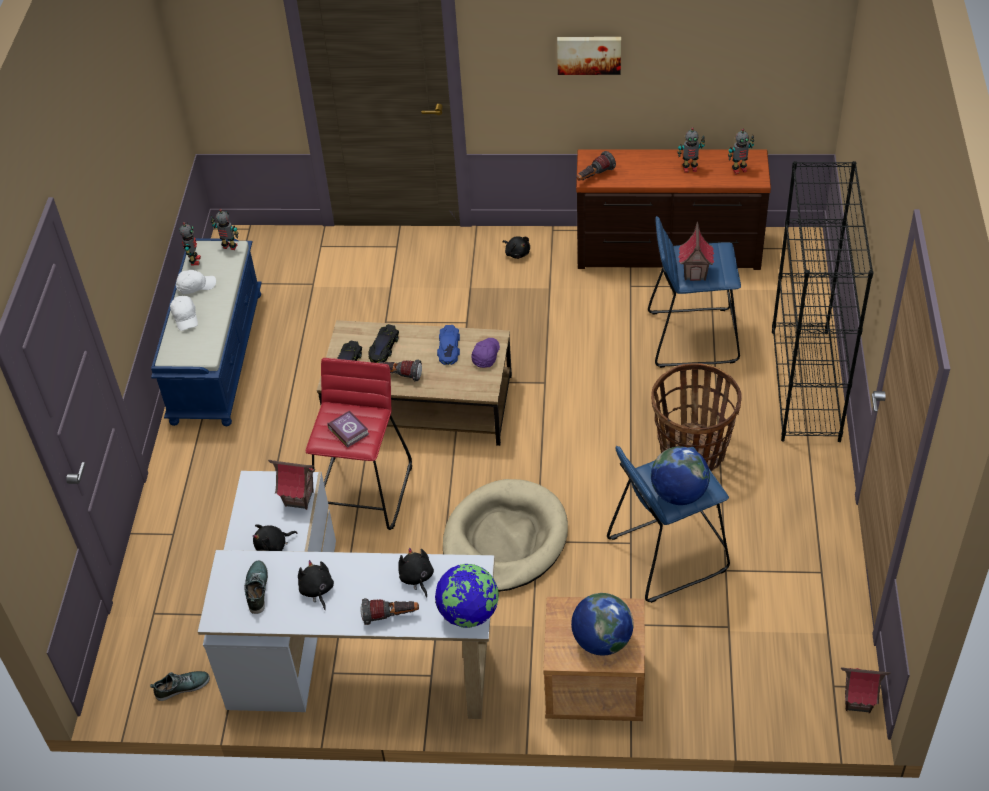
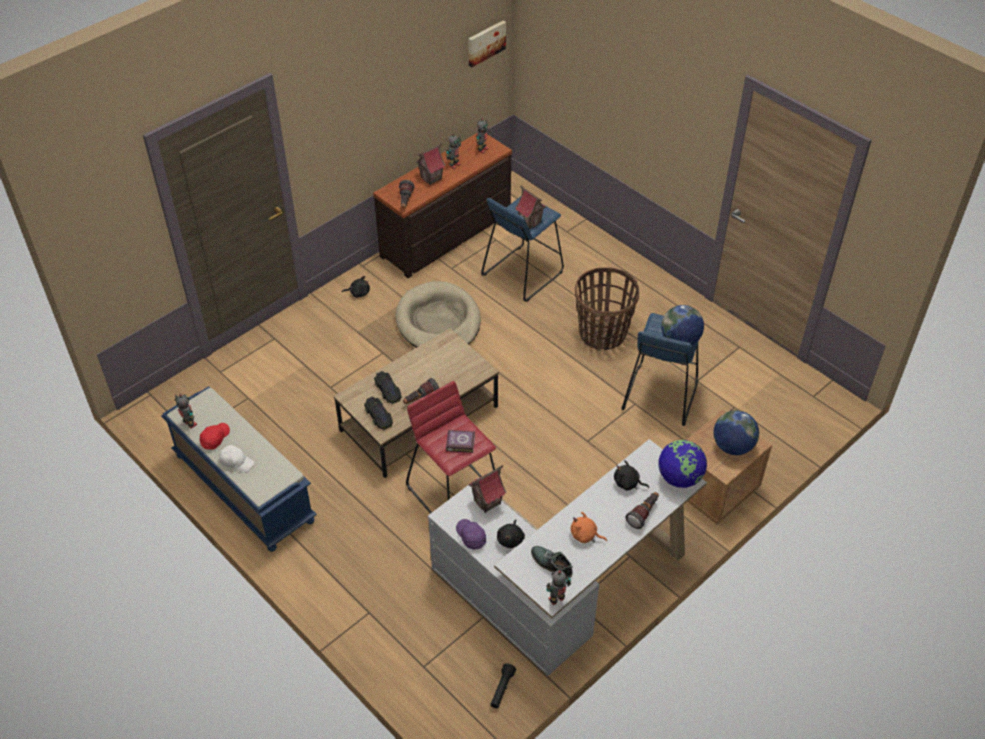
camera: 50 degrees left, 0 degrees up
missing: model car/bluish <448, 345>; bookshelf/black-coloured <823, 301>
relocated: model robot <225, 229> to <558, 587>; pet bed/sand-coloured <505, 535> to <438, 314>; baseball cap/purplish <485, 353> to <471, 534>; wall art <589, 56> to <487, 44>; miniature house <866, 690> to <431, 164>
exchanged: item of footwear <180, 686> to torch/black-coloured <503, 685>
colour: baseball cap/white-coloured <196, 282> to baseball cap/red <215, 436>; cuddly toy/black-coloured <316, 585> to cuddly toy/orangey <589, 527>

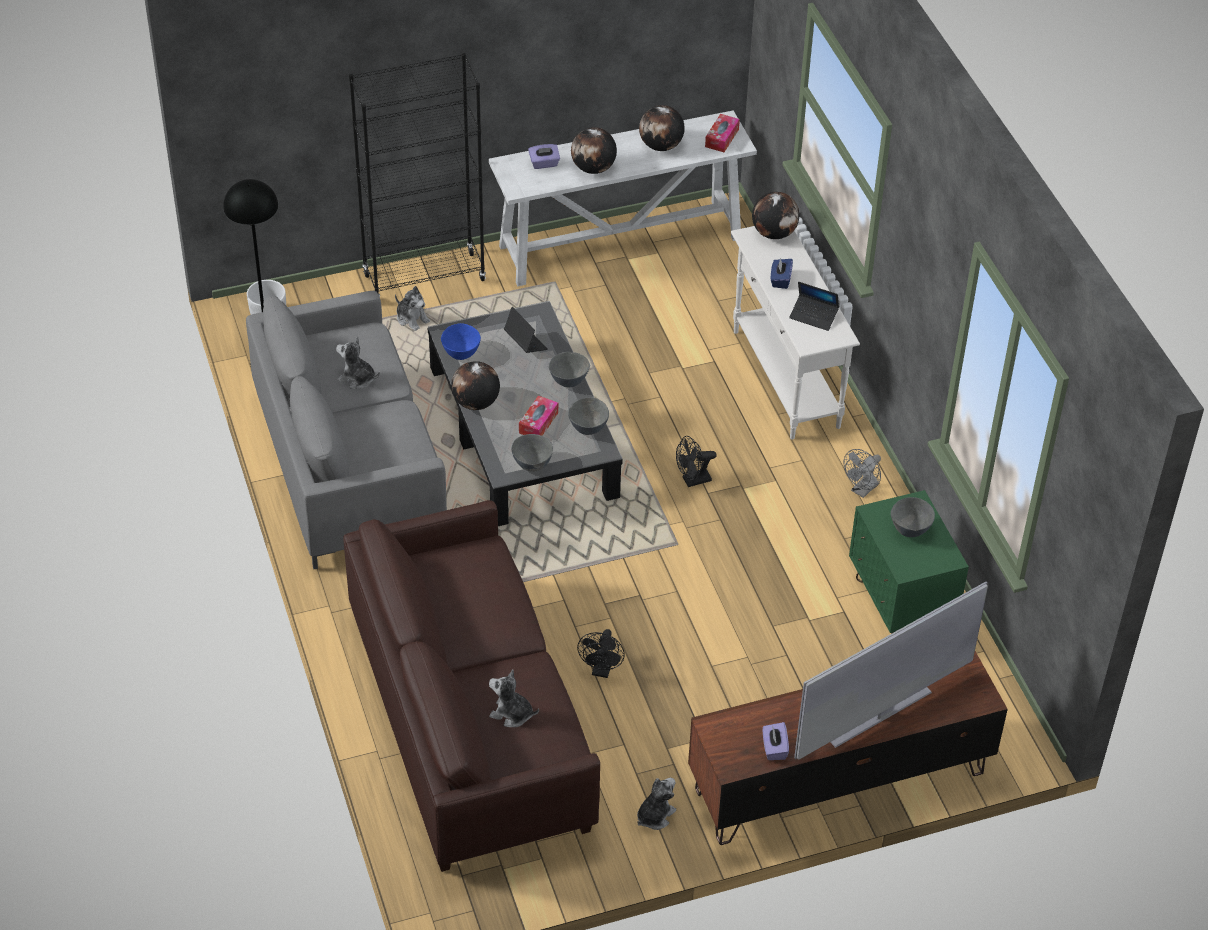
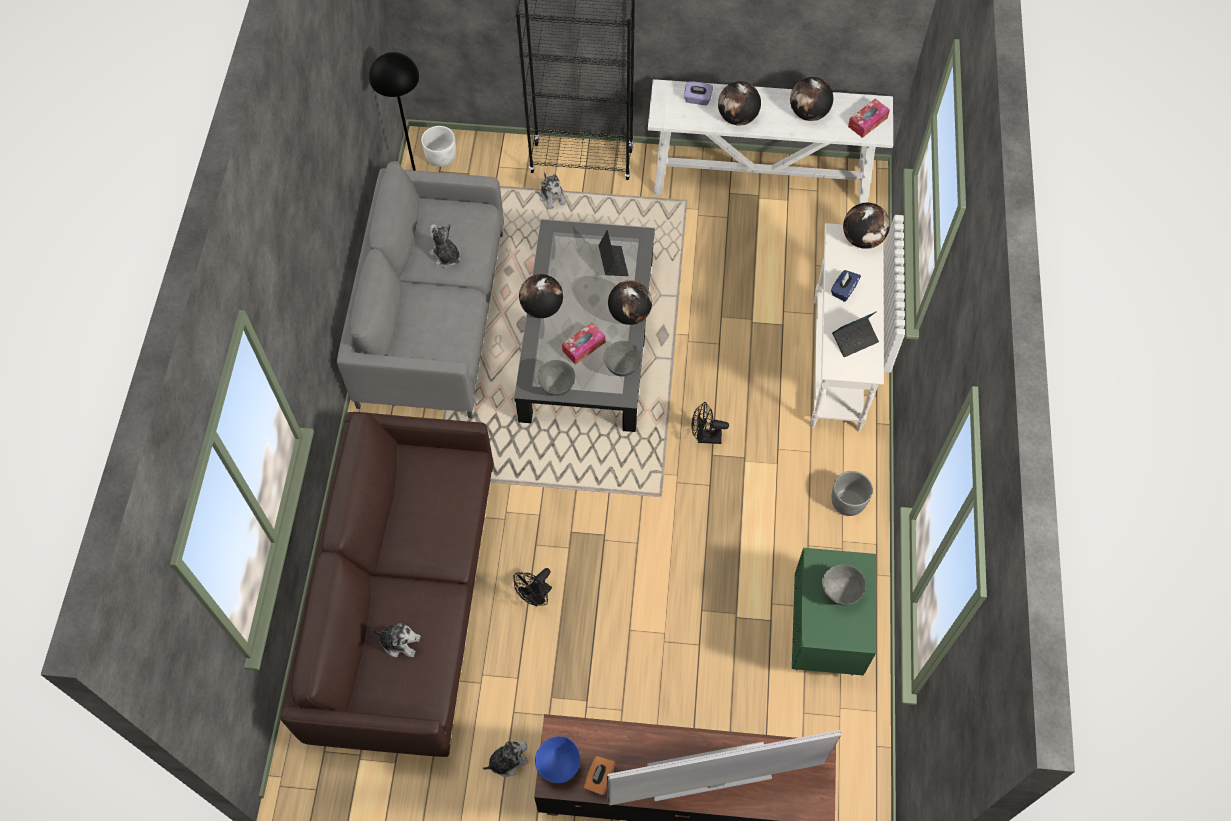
camera: 25 degrees right, 15 degrees up
relocated: serving bowl/bluish <461, 341> to <557, 759>
exchanged: serving bowl/gray <569, 369> to globe <630, 302>; cooling fan/gray <862, 473> to flower pot/gray <852, 493>
colour: tissue holder/purplish <776, 741> to tissue holder/orangey <600, 775>
spun: cuddly toy <514, 698> = <396, 640> 150 degrees clockwise; notebook computer <814, 306> = <855, 334> 75 degrees counterclockwise

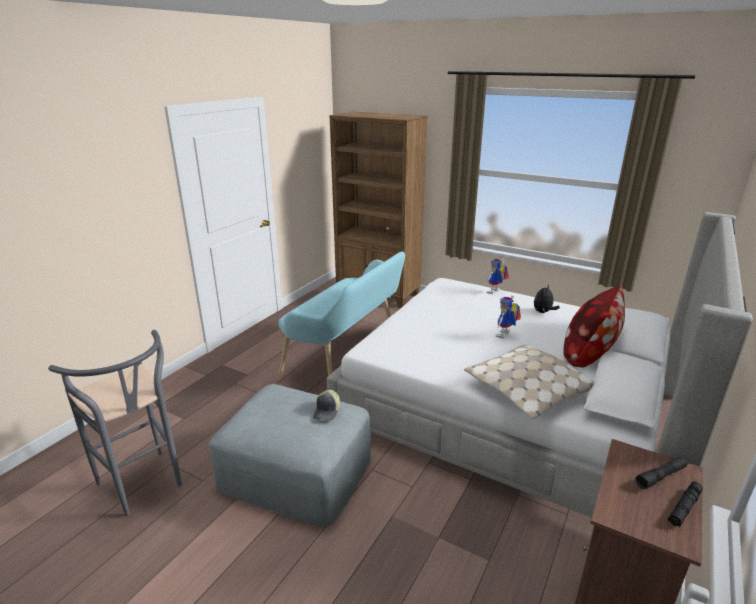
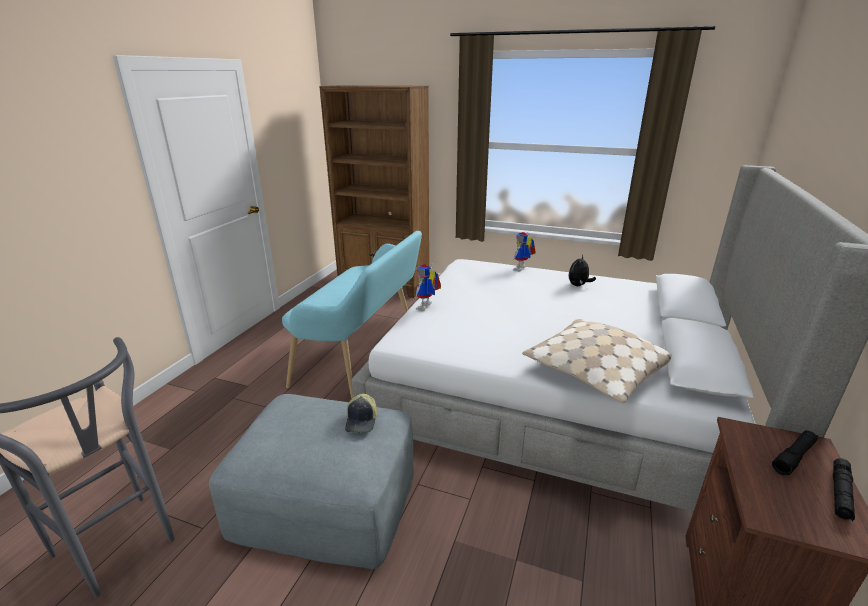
camera: 10 degrees left, 0 degrees up
missing: pillow <594, 327>
relocated: model robot <508, 317> to <427, 287>

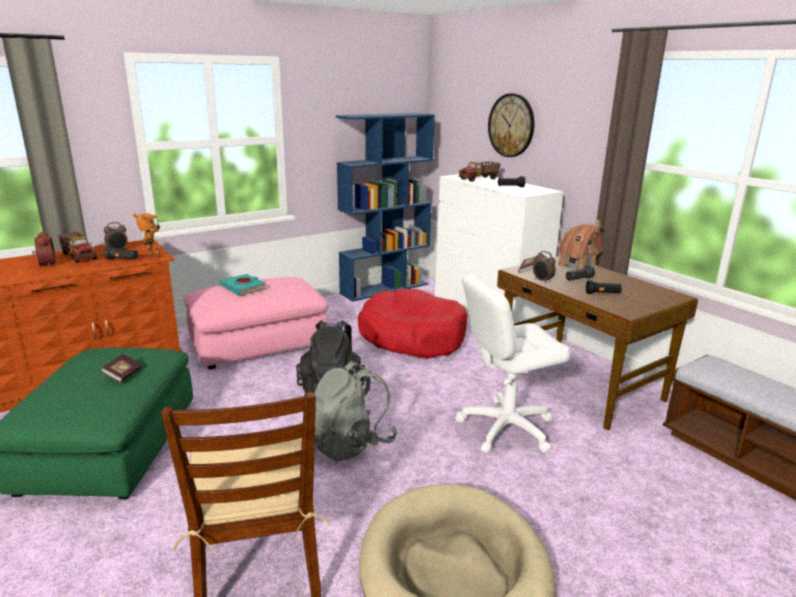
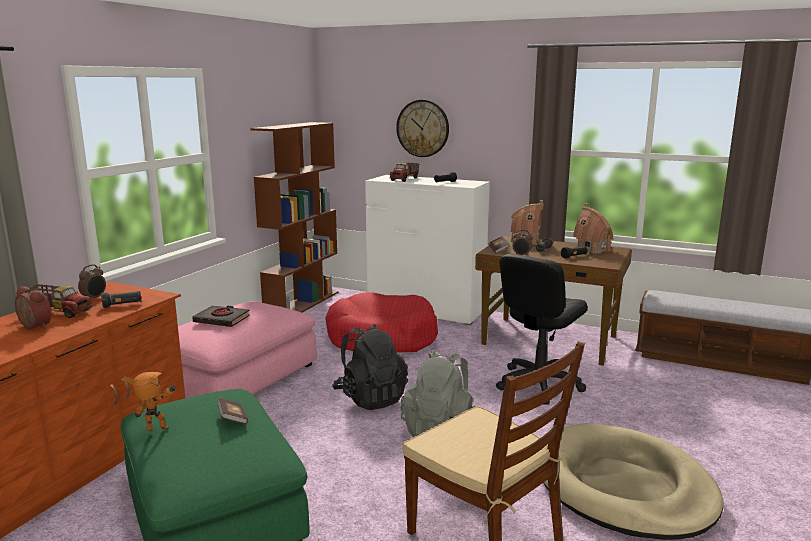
camera: 30 degrees left, 5 degrees down
appeared: miniature house <593, 228>
relocated: model robot <147, 235> to <149, 401>
colour: book/turquoise <243, 285> to book/black-coloured <221, 316>; bookshelf/bluish <385, 207> to bookshelf/brown-coloured <294, 217>; office chair/white-coloured <513, 364> to office chair/black-coloured <542, 329>

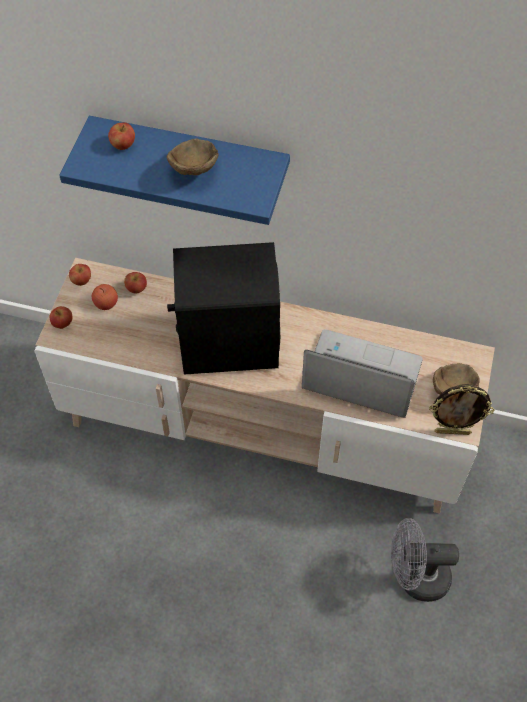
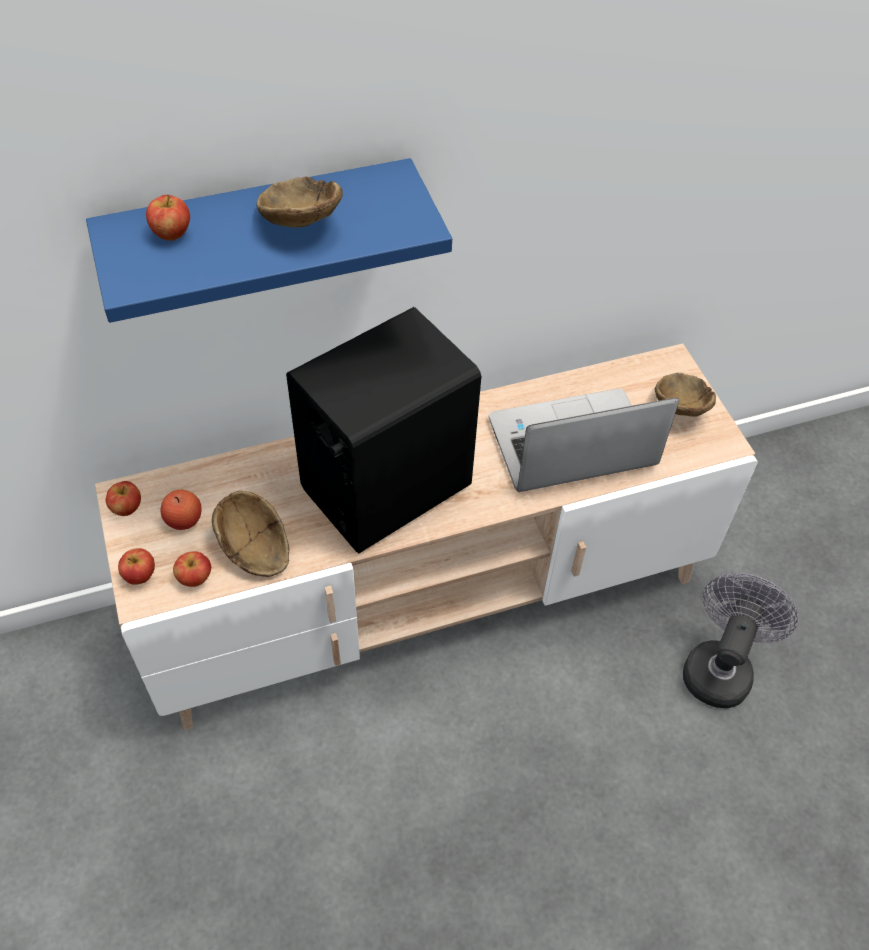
camera: 35 degrees left, 5 degrees down
missing: standing frame <462, 409>
appeared: serving bowl/brown-coloured <250, 534>
relocated: apple <135, 283> to <192, 569>
spun: cooling fan/gray <425, 560> = <740, 640> 150 degrees clockwise

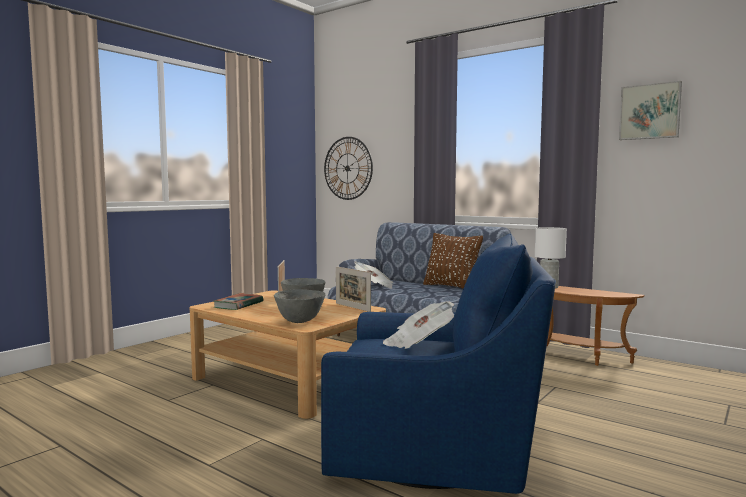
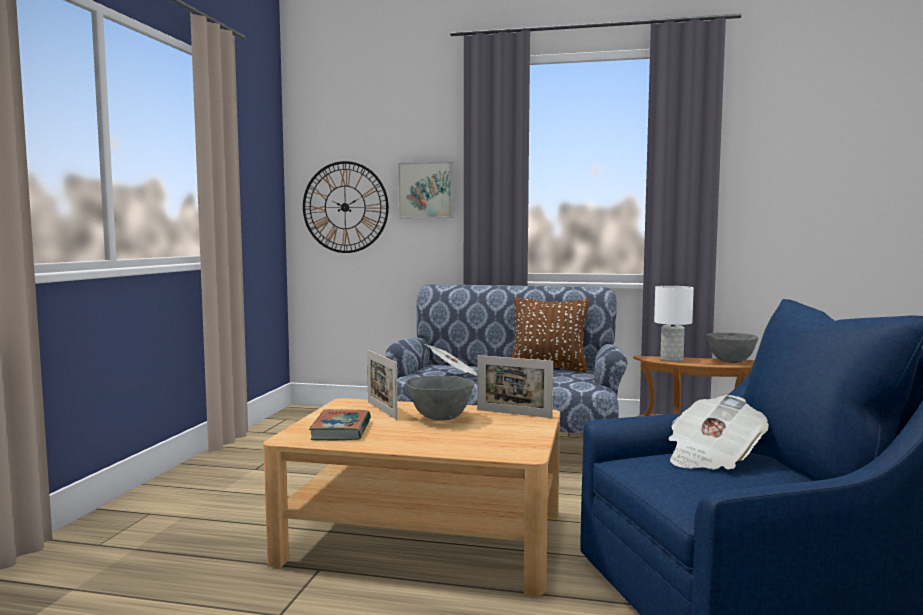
camera: 25 degrees left, 0 degrees up
relocated: serving bowl/gray <300, 306> to <732, 347>; wall art <650, 110> to <425, 190>

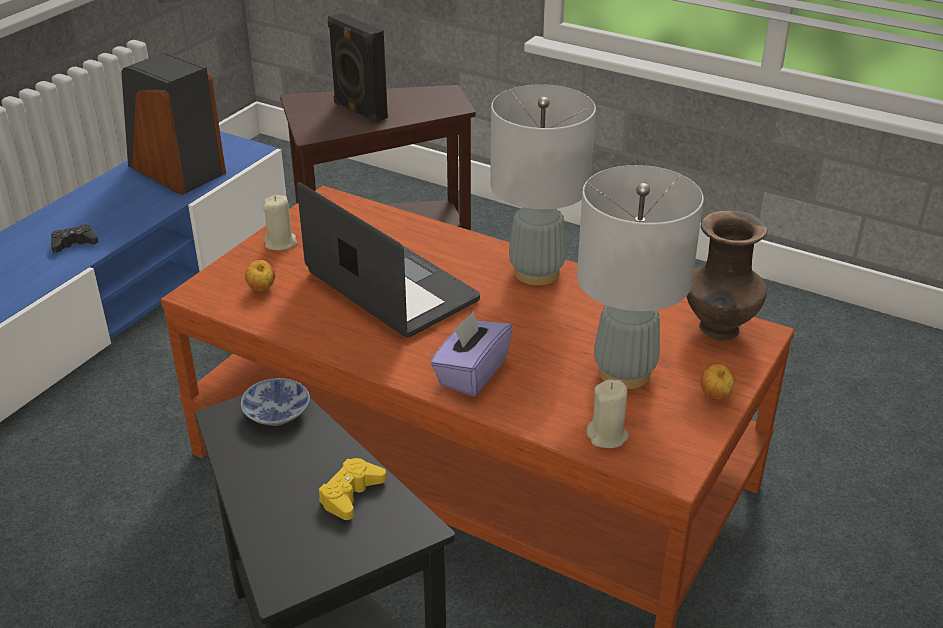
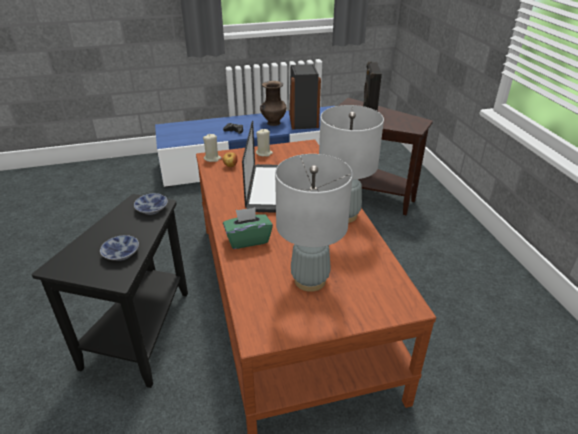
camera: 45 degrees right, 0 degrees up
missing: apple <717, 381>
relocated: wax light/sand-coloured <607, 413> to <212, 148>; flower vase/brown-coloured <727, 276> to <273, 103>
exchanged: game controller/yellow-coloured <352, 489> to serving bowl <119, 248>
colour: tissue holder/purplish <471, 353> to tissue holder/green <248, 228>

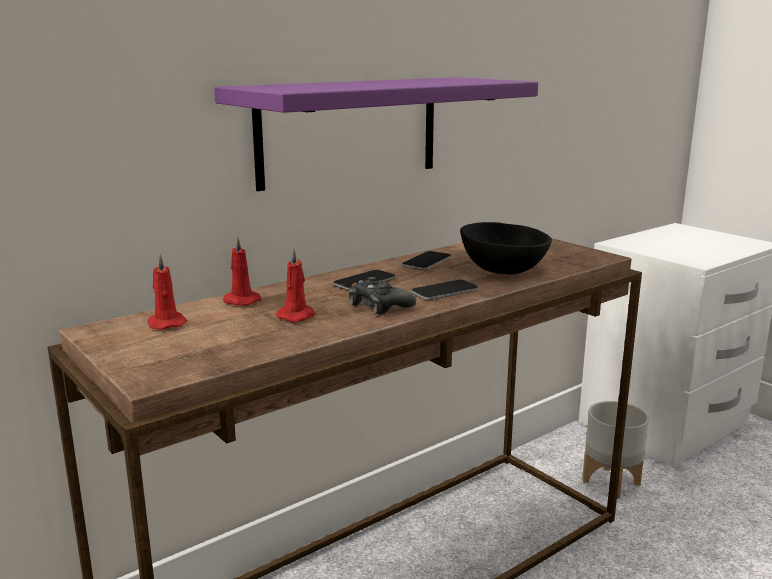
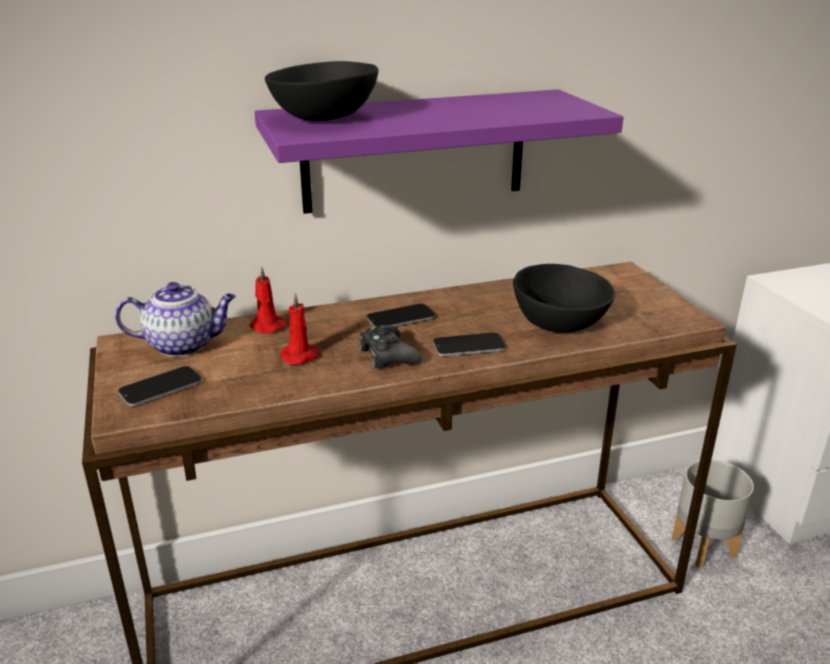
camera: 20 degrees right, 10 degrees up
appeared: serving bowl/black-coloured <322, 91>
relocated: handset <426, 260> to <160, 386>
exchanged: wax light/red <167, 292> to pot for tea <175, 319>

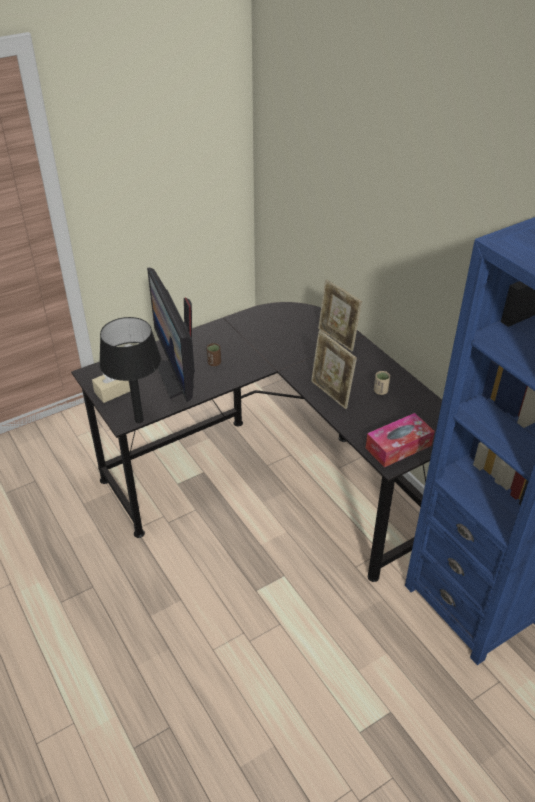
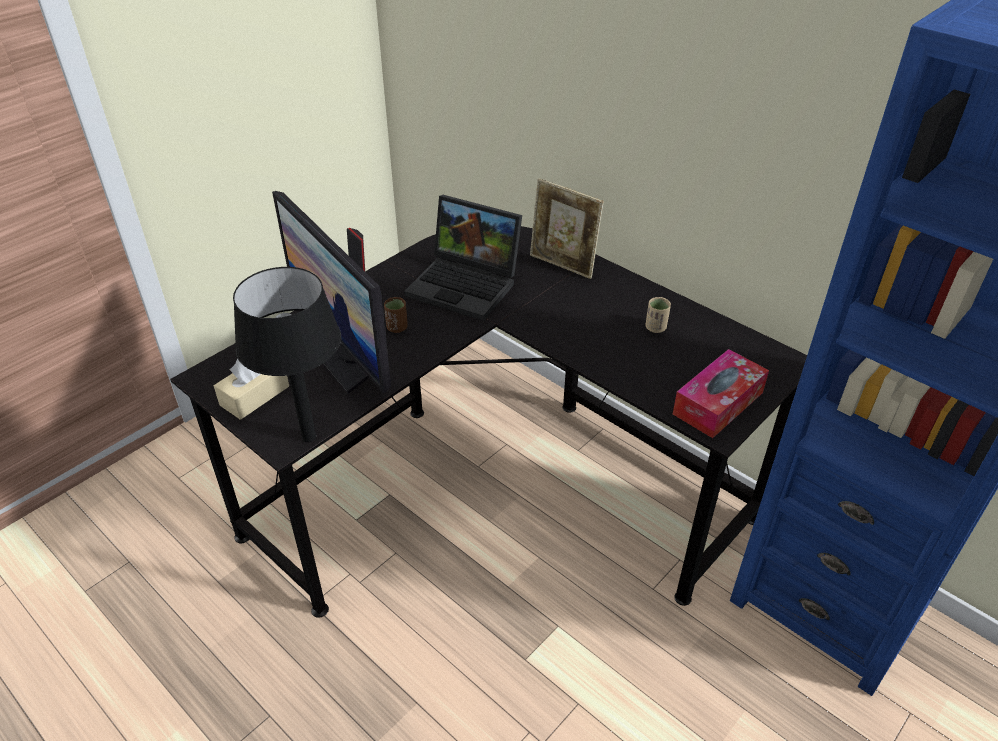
camera: 15 degrees left, 0 degrees up
missing: standing frame <334, 369>
appeared: notebook computer <463, 258>

